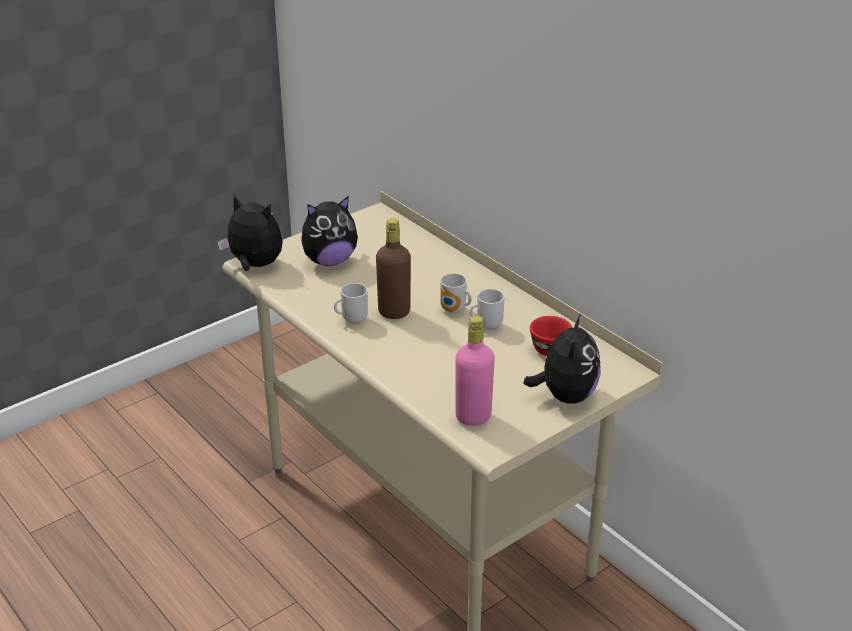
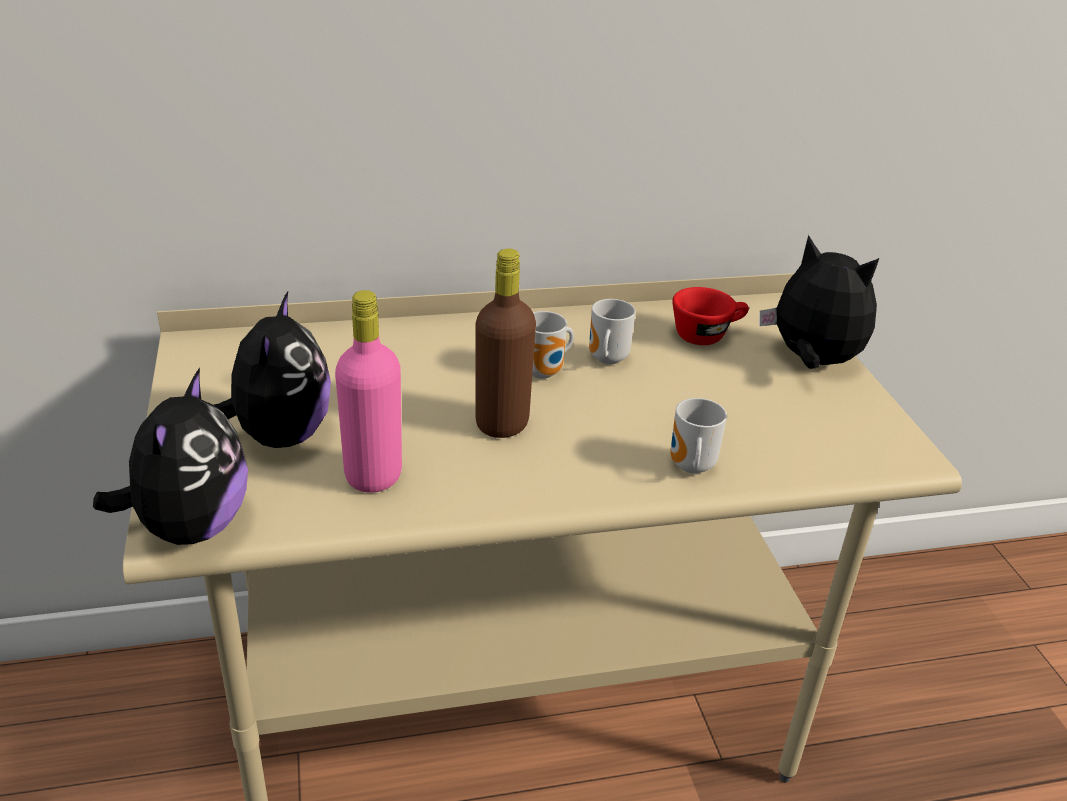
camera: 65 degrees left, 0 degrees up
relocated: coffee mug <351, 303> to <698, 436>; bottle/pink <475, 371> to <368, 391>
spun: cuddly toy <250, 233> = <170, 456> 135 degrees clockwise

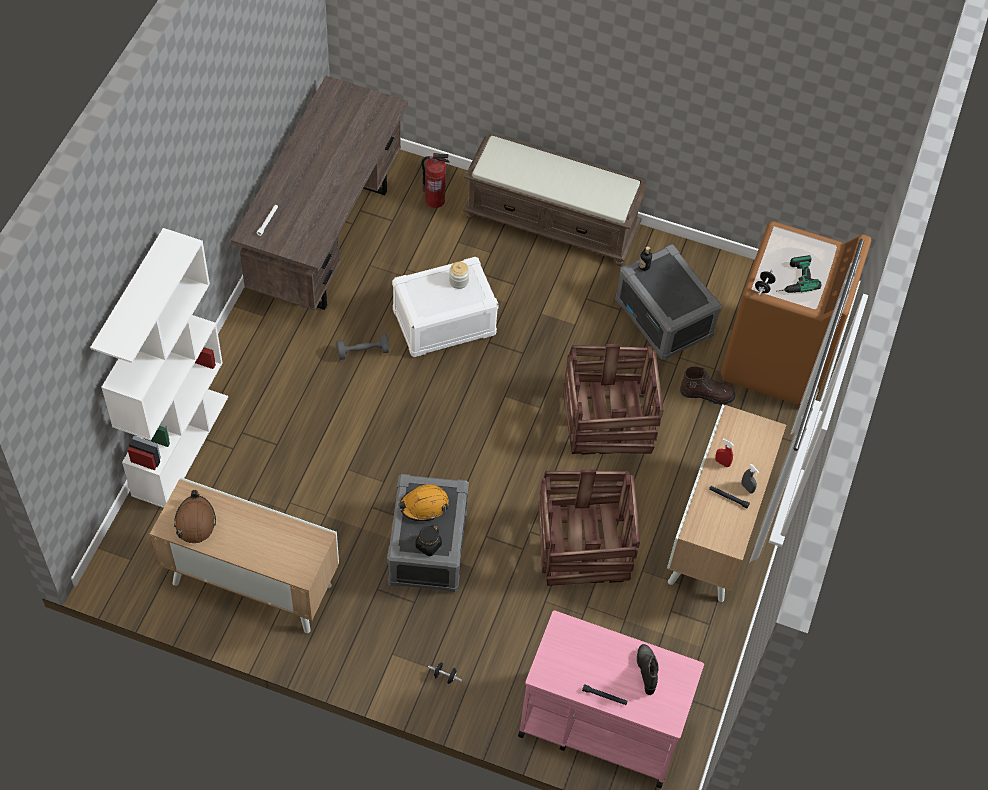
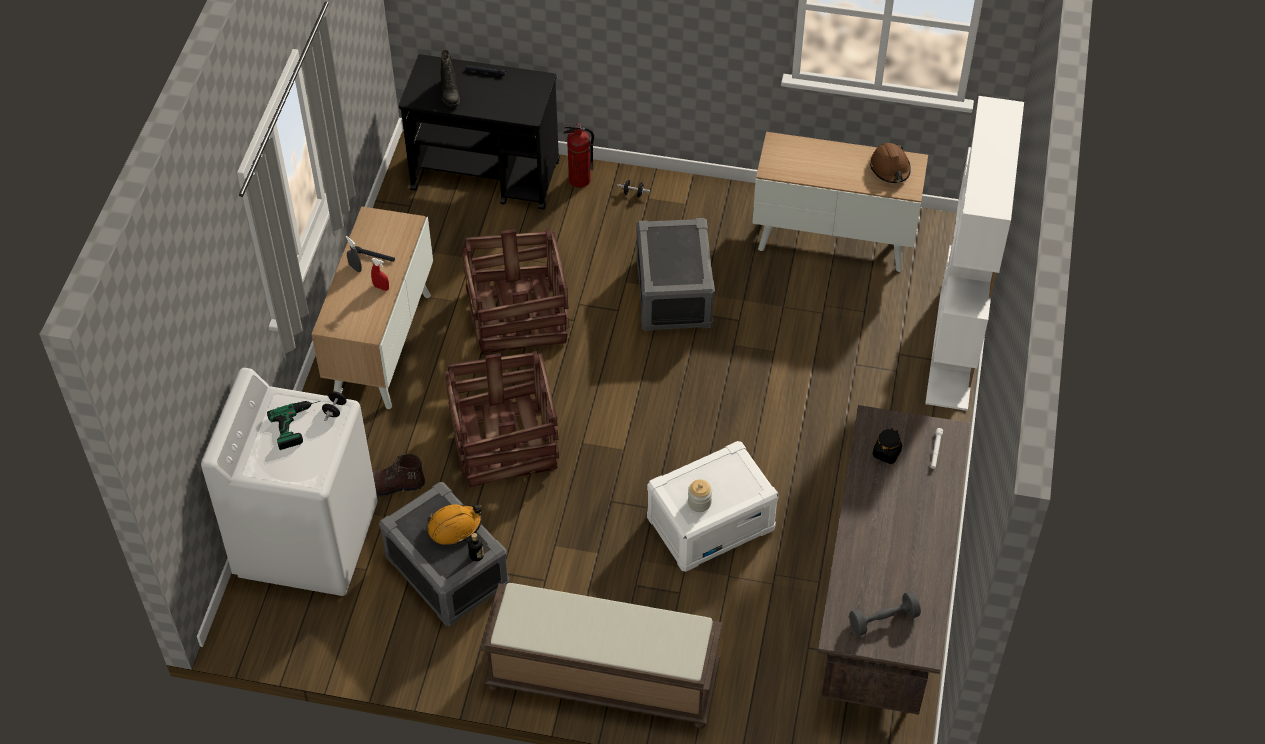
camera: 175 degrees right, 5 degrees down
relocated: dumbbell/gray <363, 347> to <885, 613>; hard hat/orangey <423, 502> to <455, 525>; preserve jar/black-coloured <428, 540> to <887, 446>; fire extinguisher <435, 180> to <578, 156>
colour: wheeled cart/pink <611, 699> to wheeled cart/black-coloured <479, 132>; laundry machine/brown-coloured <796, 313> to laundry machine/white-coloured <289, 482>

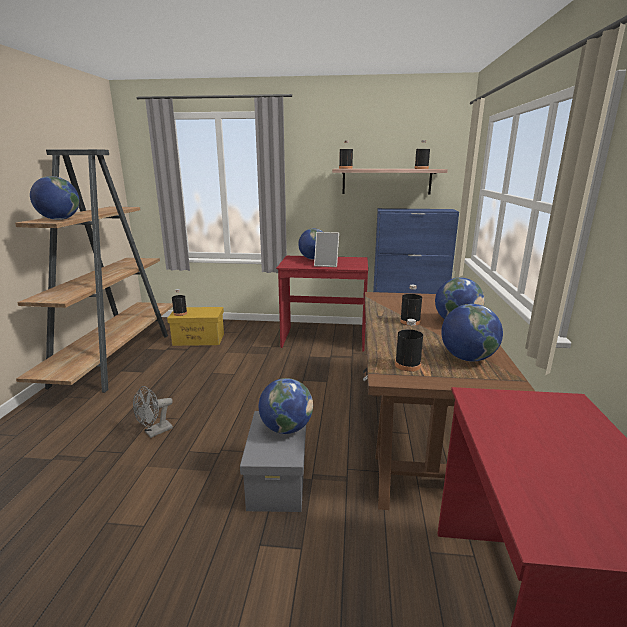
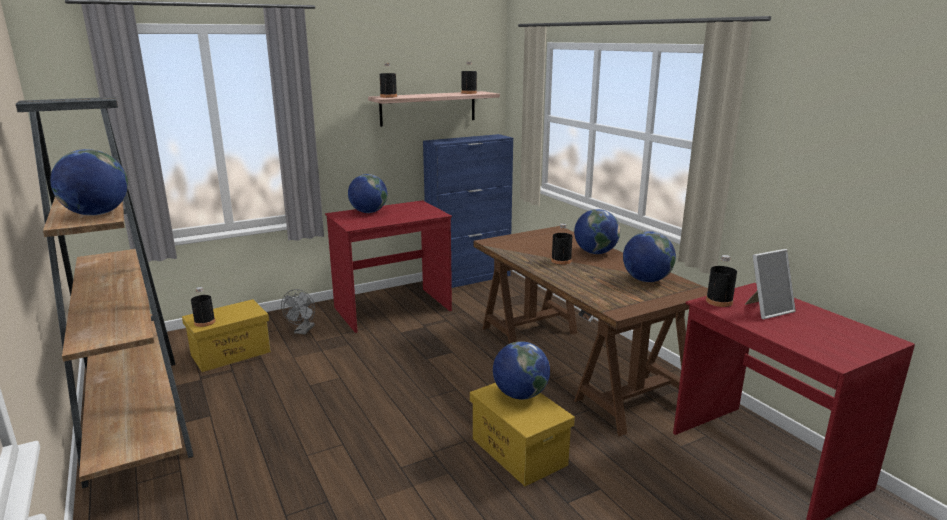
camera: 35 degrees left, 0 degrees up
relocated: cooling fan/gray <153, 412> to <298, 311>; standing frame <326, 249> to <770, 284>; bottle/black-coloured <409, 345> to <721, 281>
colour: storage container/gray <273, 461> to storage container/yellow-coloured <522, 434>

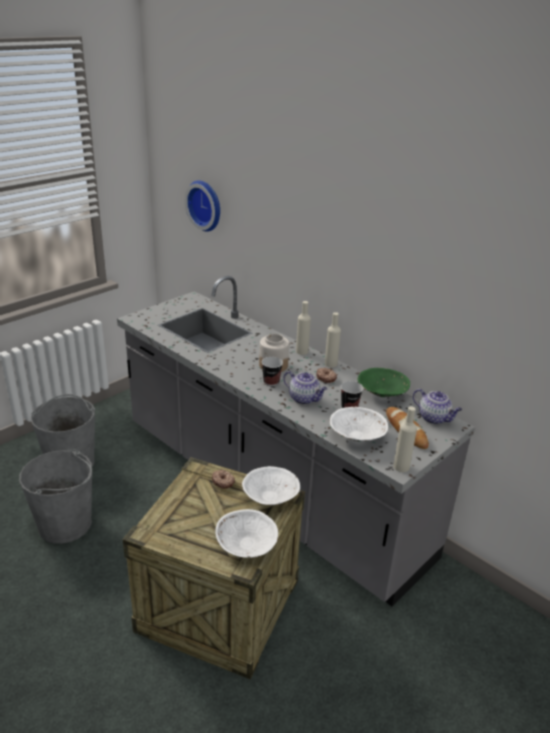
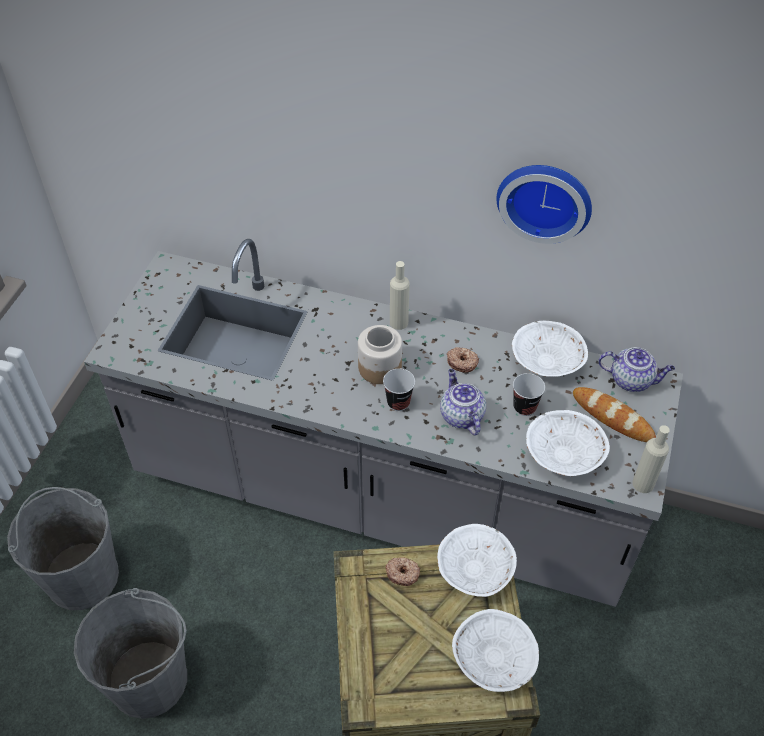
camera: 25 degrees left, 20 degrees up
missing: bottle/sand-coloured <333, 340>
relocated: hanging clock <202, 206> to <544, 204>
colour: serving bowl/green <383, 382> to serving bowl/white-coloured <550, 349>
spun: pot for tea <305, 388> = <463, 402> 120 degrees counterclockwise

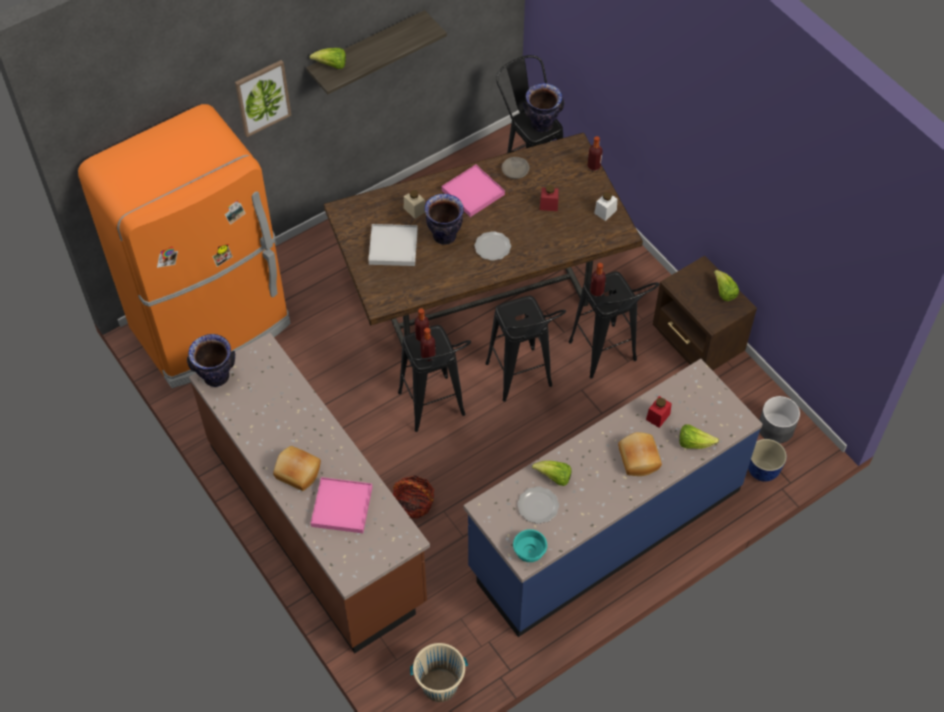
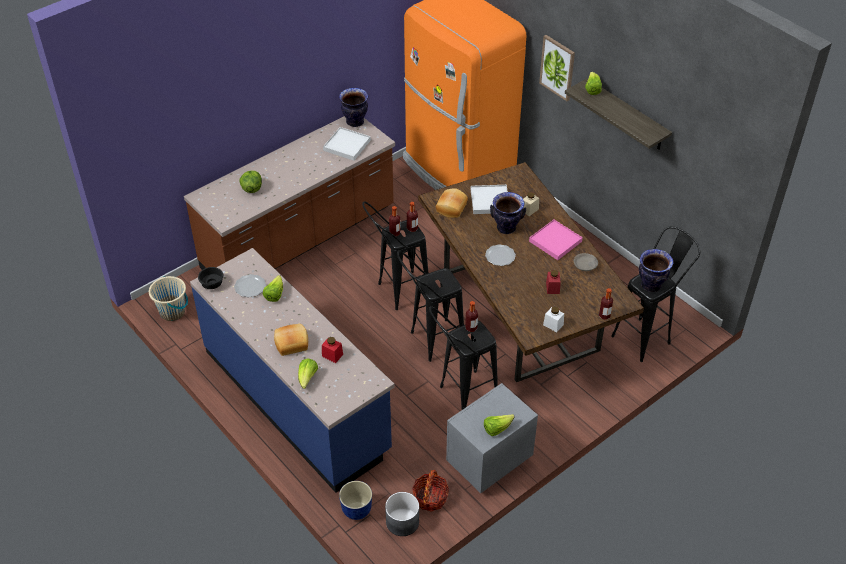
camera: 85 degrees right, 10 degrees down
appeared: carrying tray/white-coloured <347, 144>
relocated: bakery bread <297, 468> to <452, 203>; storage basket <413, 497> to <431, 491>
exchanged: carrying tray/pink <341, 505> to lettuce <250, 181>
colour: serving bowl/turquoise <530, 545> to serving bowl/black-coloured <211, 278>; bedside table/brown-coloured <705, 313> to bedside table/gray <492, 438>

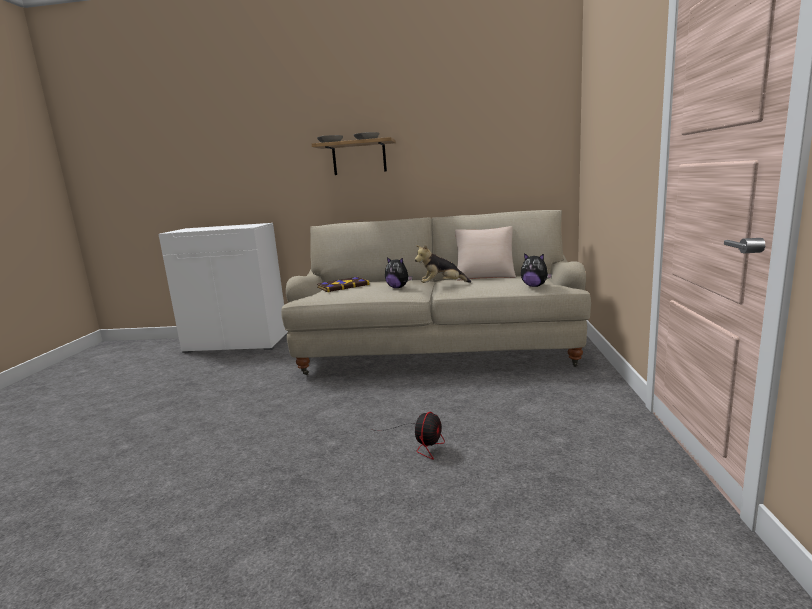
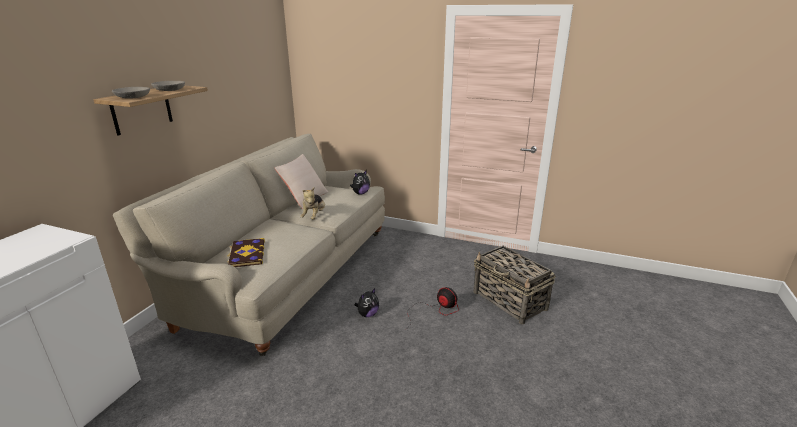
camera: 75 degrees left, 10 degrees up
appeared: storage basket <514, 285>
relocated: cuddly toy <399, 272> to <367, 303>

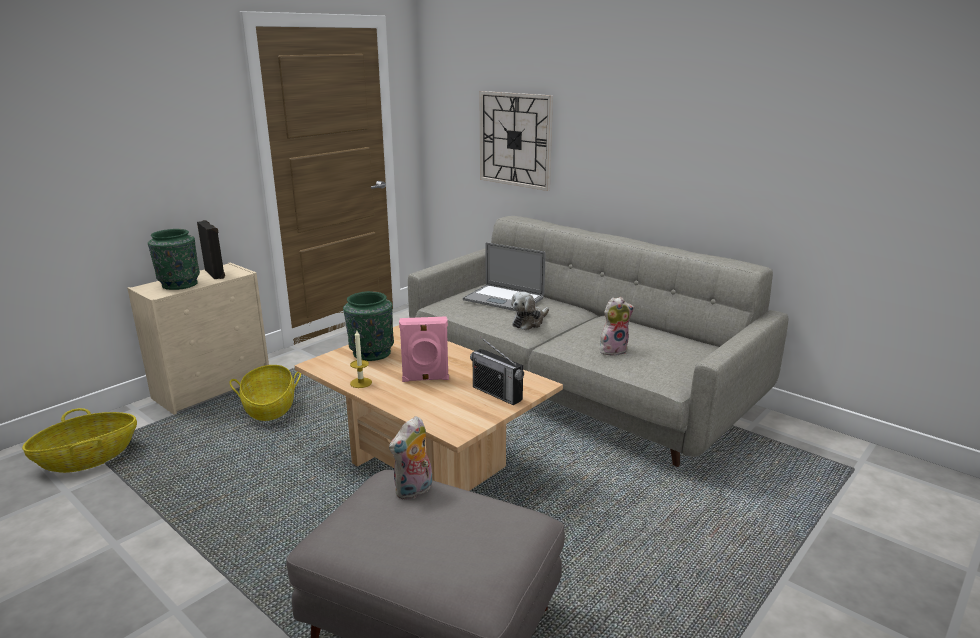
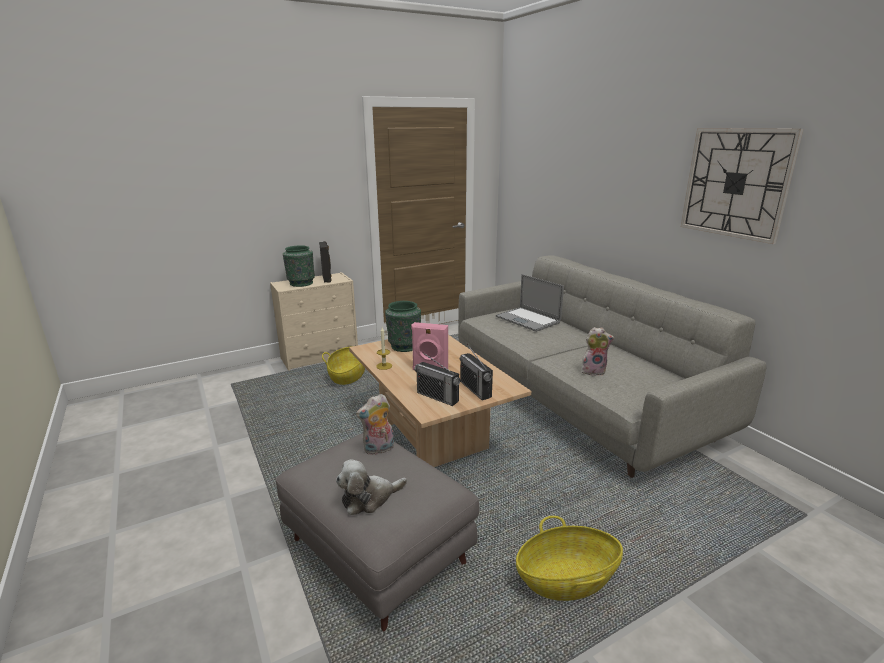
camera: 20 degrees right, 0 degrees up
appeared: radio receiver <437, 379>
relocated: storage basket <79, 440> to <569, 558>; hanging clock <516, 141> to <742, 186>; cuddly toy <530, 311> to <371, 487>

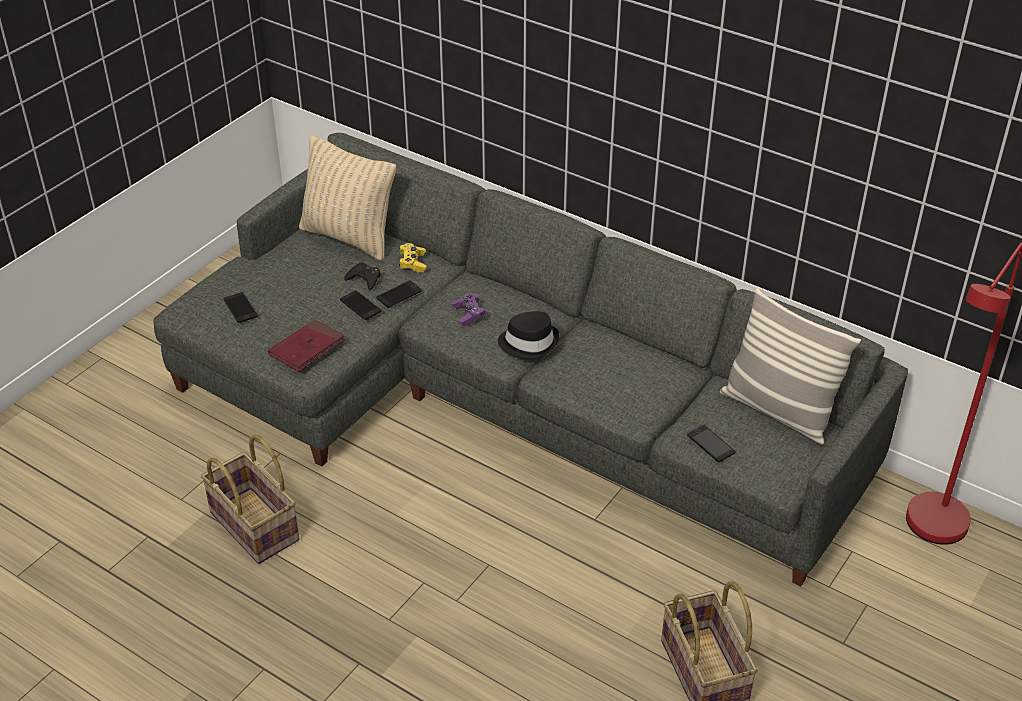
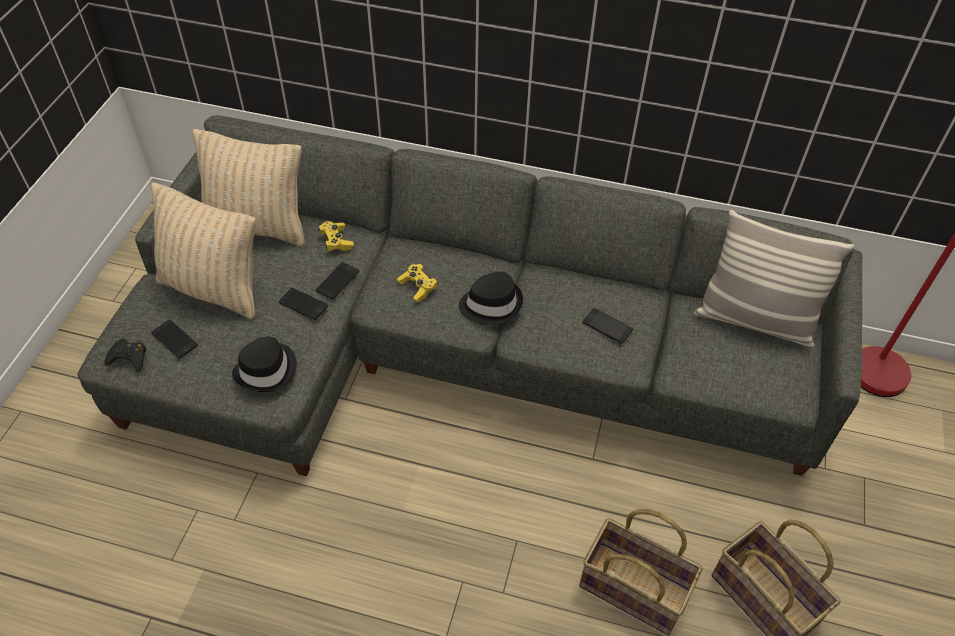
camera: 20 degrees left, 10 degrees up
appeared: pillow/sand-coloured <203, 250>
relocated: storage basket <250, 499> to <641, 572>; game controller/black-coloured <362, 276> to <125, 355>; handset <711, 443> to <608, 326>
exchanged: book/red <306, 345> to hat/black-coloured <264, 364>
colour: game controller/purplish <468, 309> to game controller/yellow-coloured <417, 283>

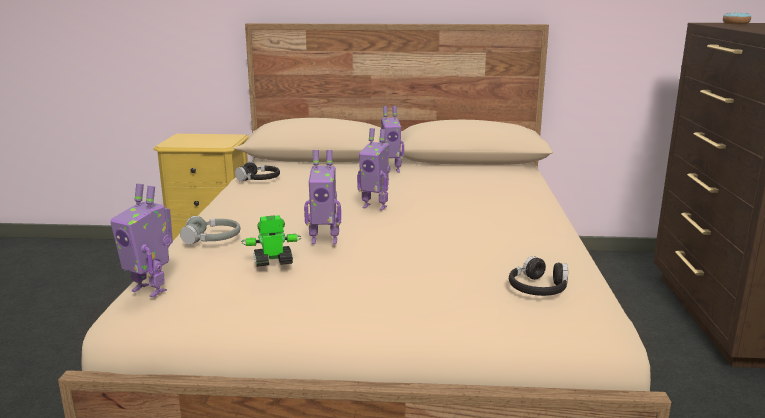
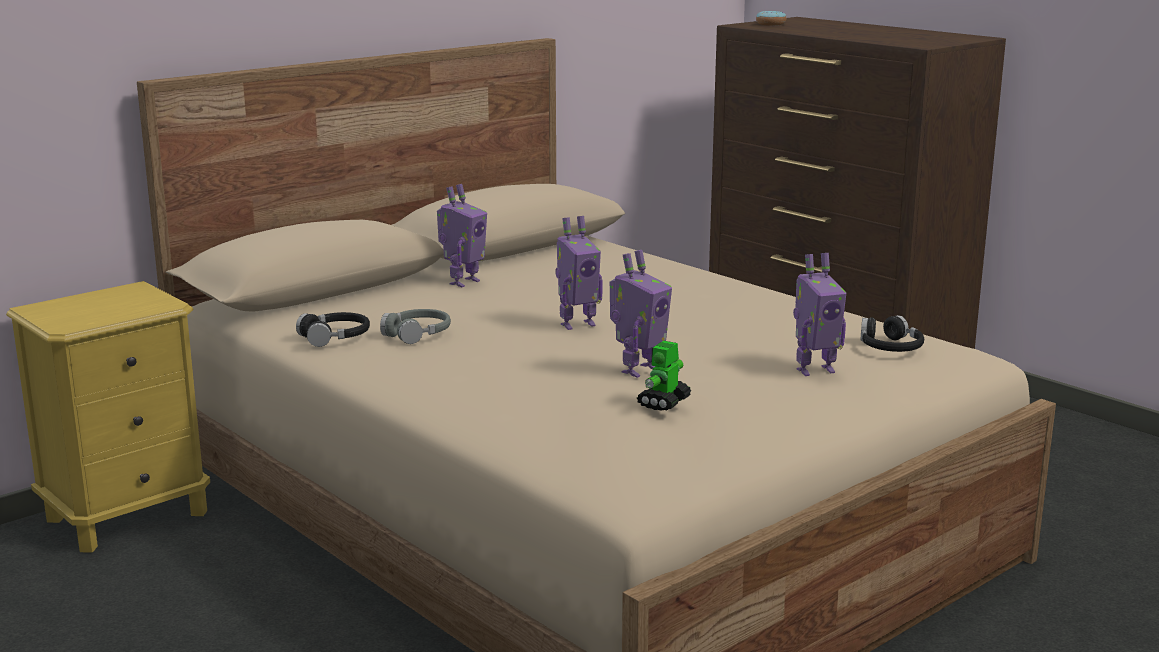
camera: 45 degrees left, 0 degrees up
relocated: model robot <141, 240> to <819, 314>; headphones/gray <210, 230> to <415, 326>

